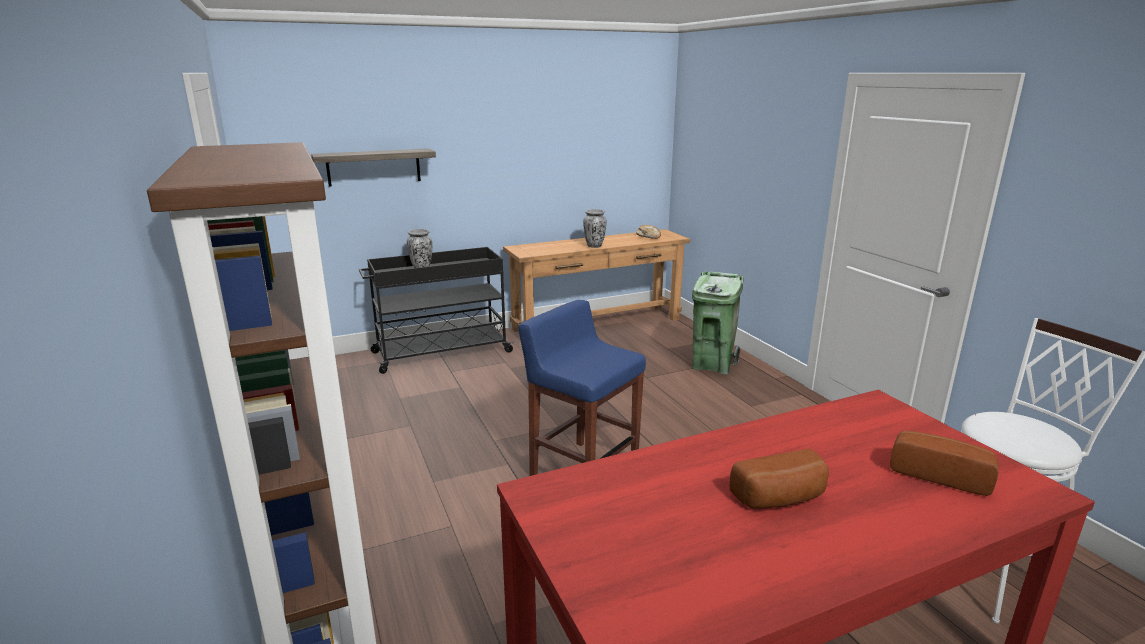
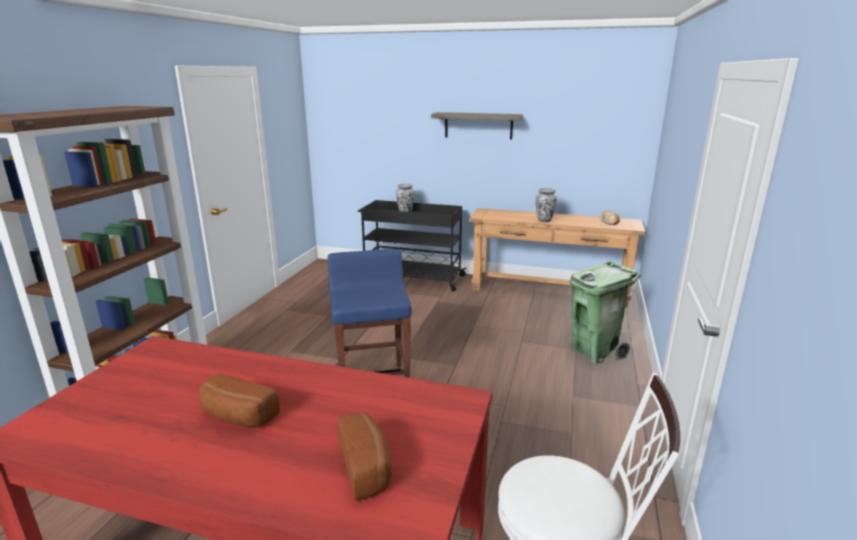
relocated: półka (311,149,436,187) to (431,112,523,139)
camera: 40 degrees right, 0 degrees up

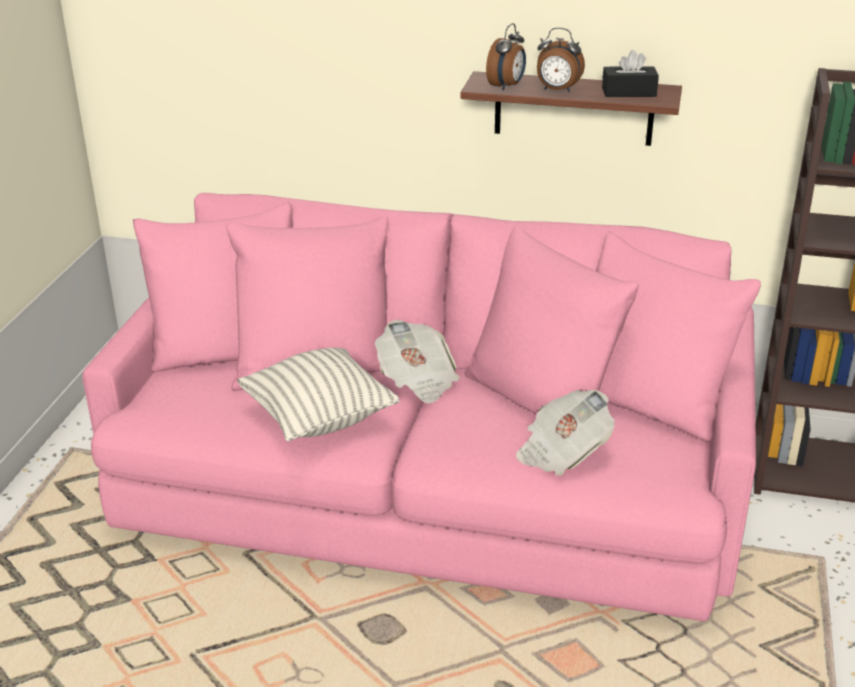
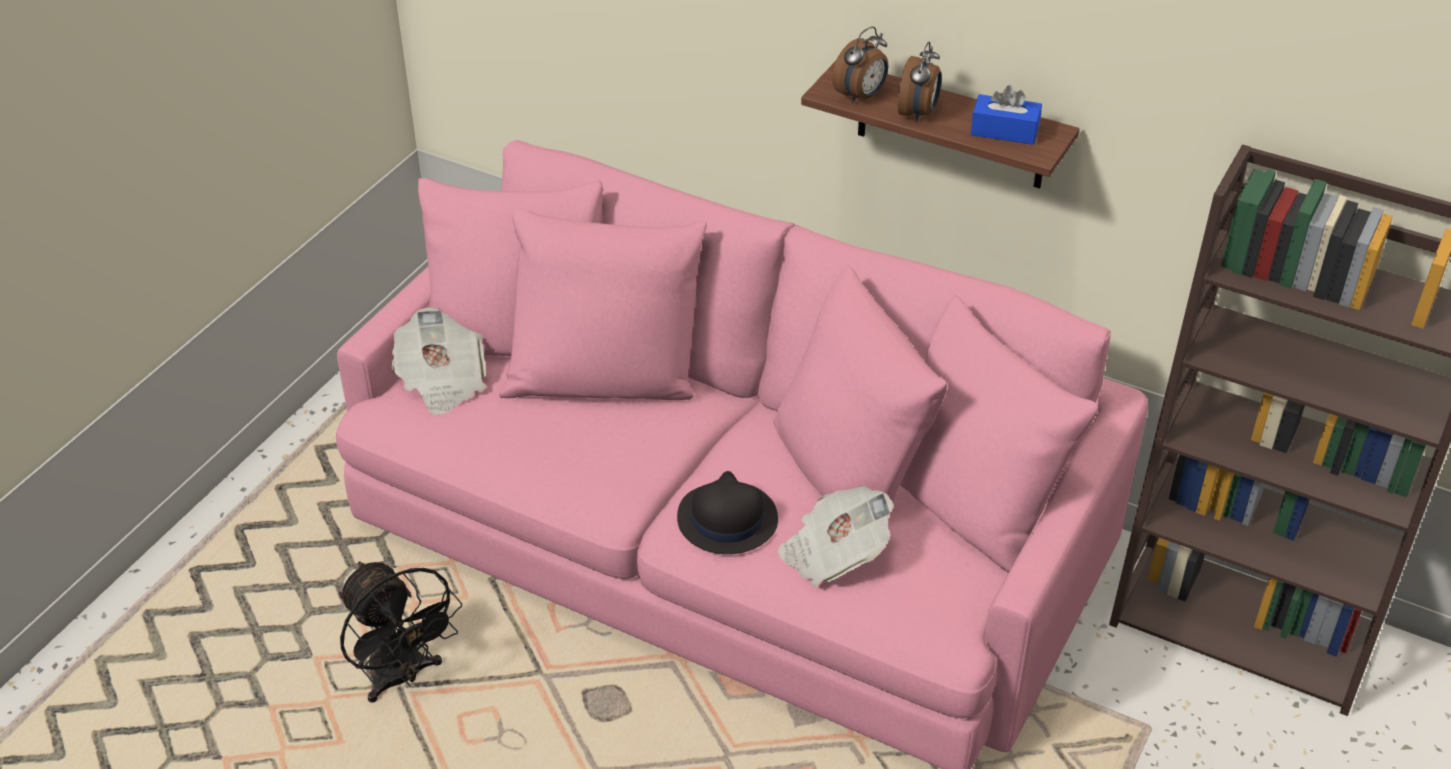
missing: poduszka (237,348,399,442)
appeared: kapelusz (czarny) (677,471,778,554); wentylator (czarny) (339,562,462,703)
relocated: gazeta (375,320,460,404) to (391,307,486,415)
colour: pudełko chusteczek (czarny) (602,50,659,97) to pudełko chusteczek (niebieski) (971,85,1042,145)
spun: budzik (537,28,585,92) = (898,42,942,122) 105 degrees counterclockwise
camera: 15 degrees right, 10 degrees up

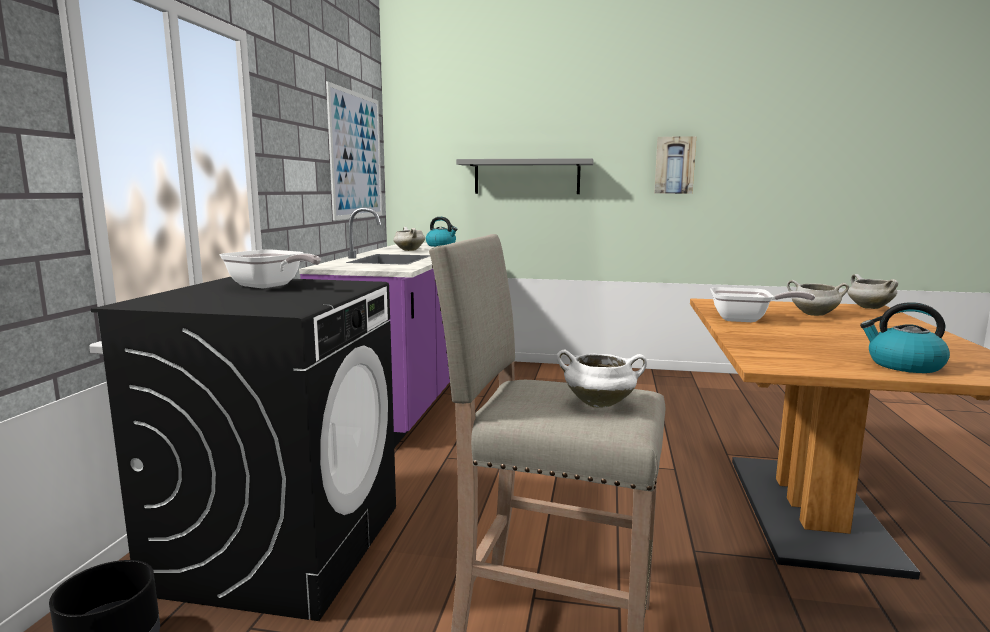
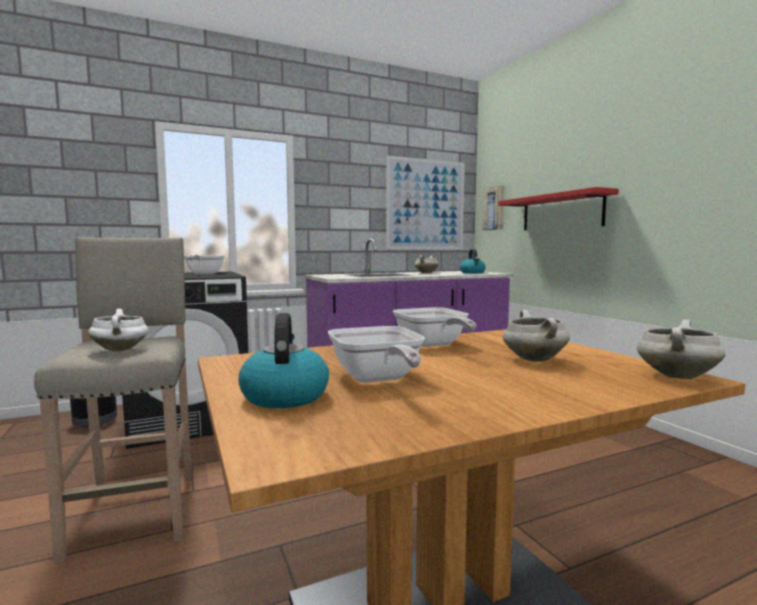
appeared: patelnia (328,326,425,383)
relocated: obraz (654,136,696,194) to (482,185,505,231)
colour: półka (szary) (456,158,594,194) to półka (czerwony) (498,187,619,230)
camera: 55 degrees right, 5 degrees down

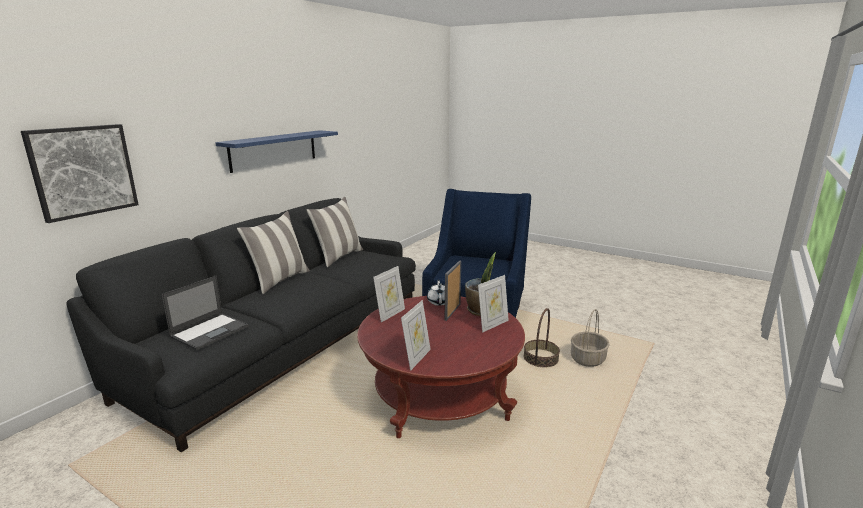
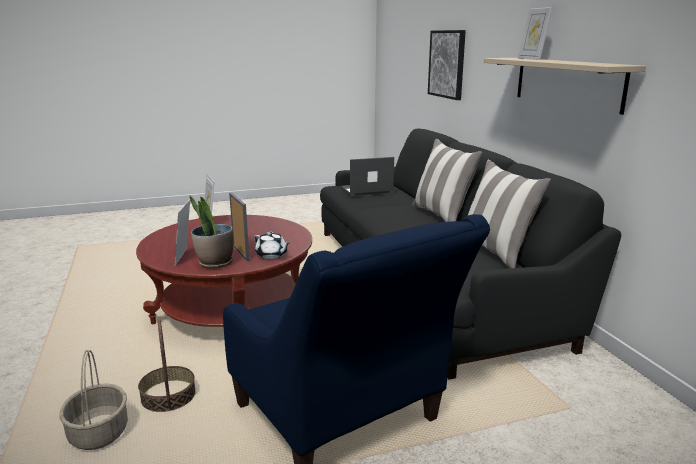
relocated: ramka na zdjęcie (373,266,405,323) to (517,4,554,60)
colour: półka (niebieski) (215,130,338,173) to półka (beżowy) (483,58,646,115)
spun: laptop (161,276,248,350) = (341,157,394,197) 90 degrees clockwise
camera: 130 degrees right, 0 degrees up

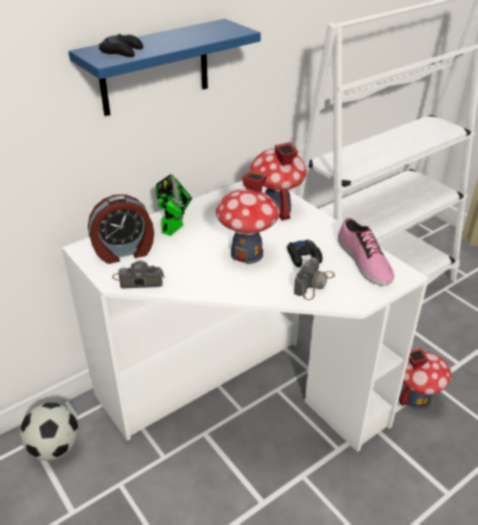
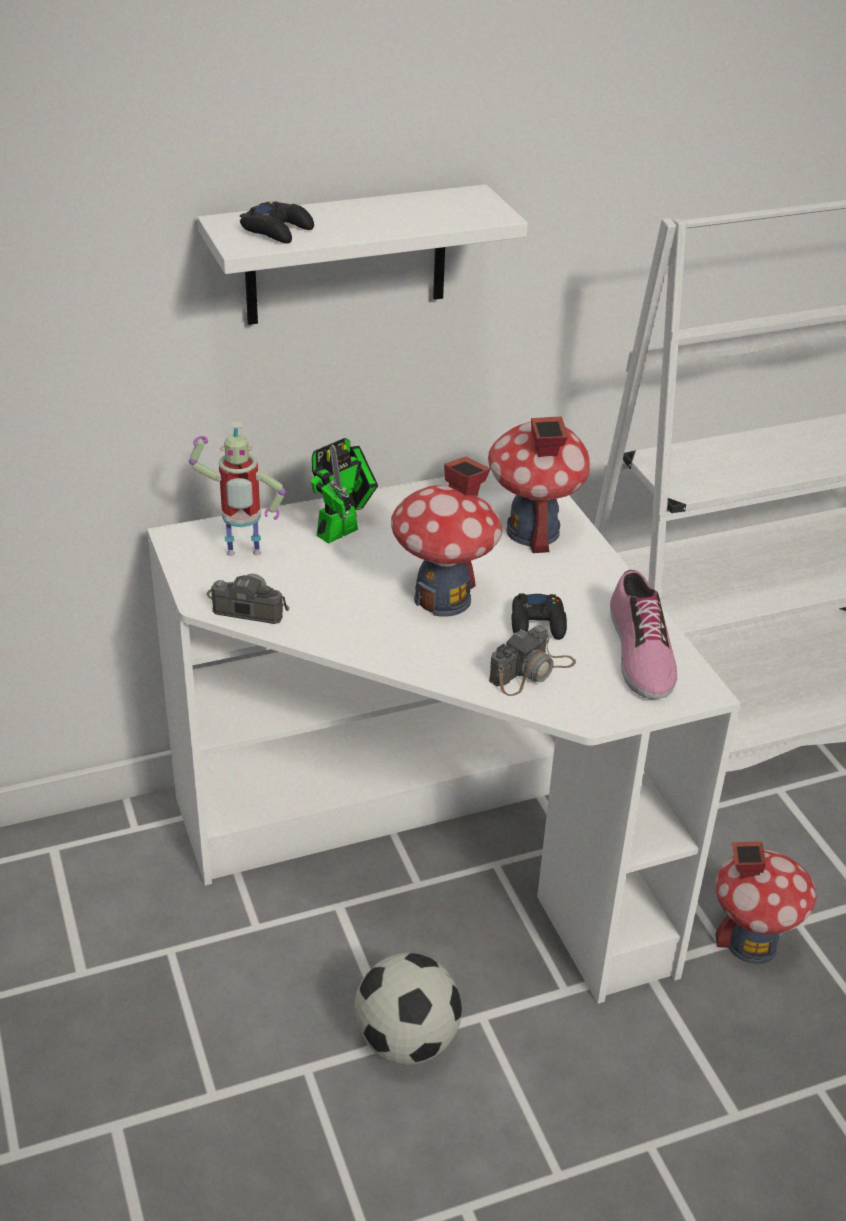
relocated: piłka futbolowa (20,402,78,461) to (354,953,462,1065)
exchanged: budzik (88,195,154,264) to robot zabawkowy (189,422,286,556)
colour: półka (niebieski) (69,19,261,116) to półka (biały) (197,184,528,325)
camera: 15 degrees right, 0 degrees up

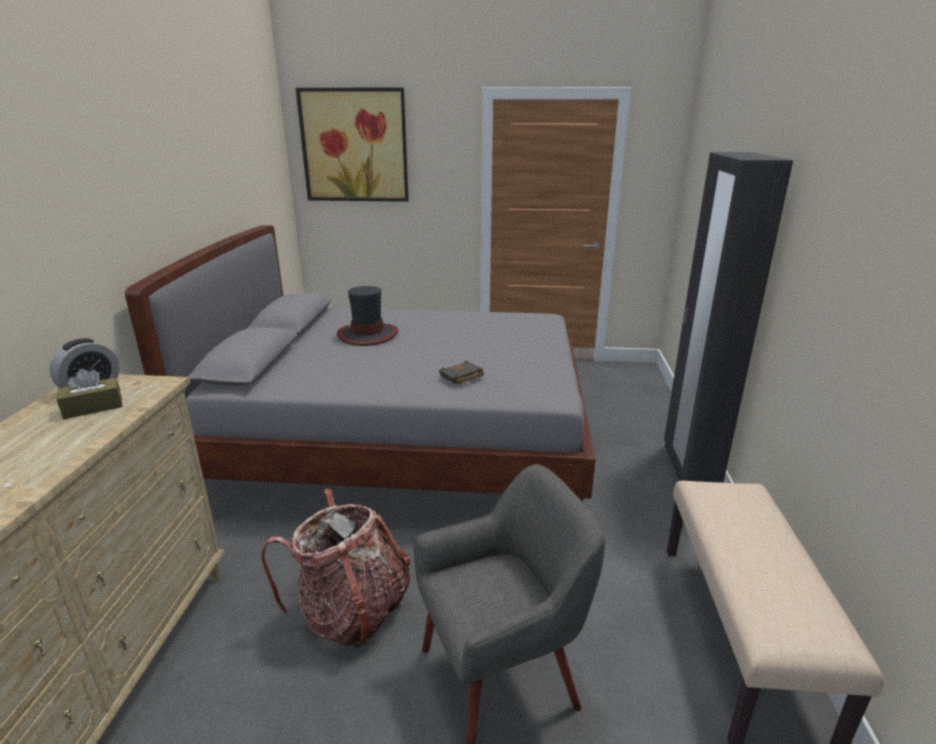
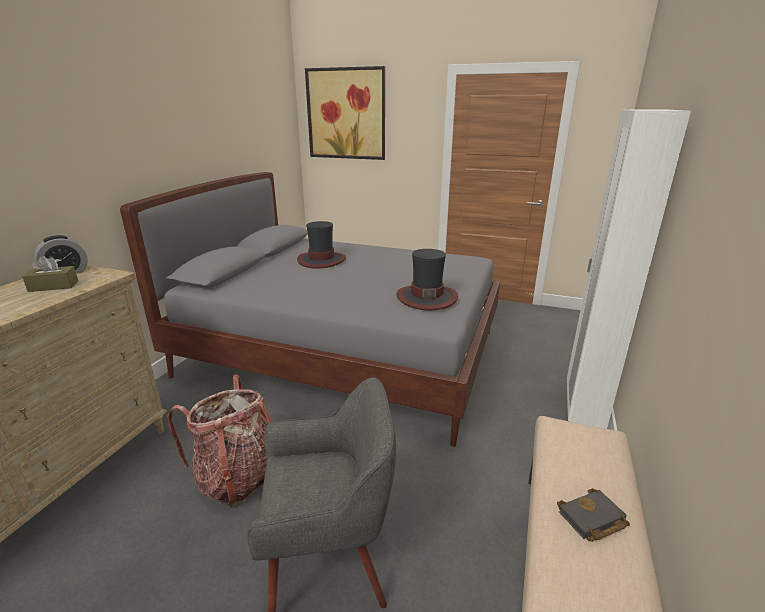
appeared: kapelusz (396,249,458,311)
relocated: książka (czarny) (439,361,484,384) to (557,488,630,542)
colour: szafa (czarny) (664,152,793,483) to szafa (biały) (567,109,691,429)
camera: 15 degrees right, 0 degrees up

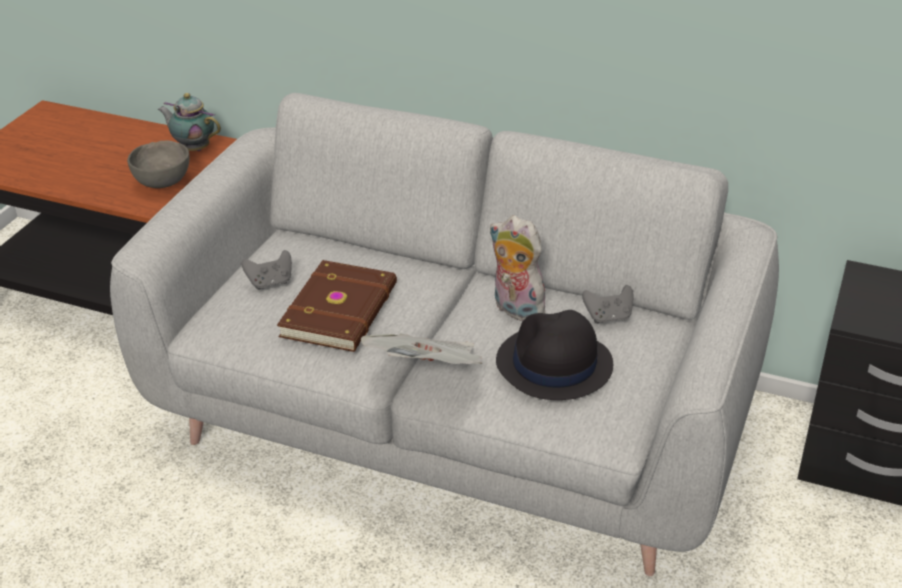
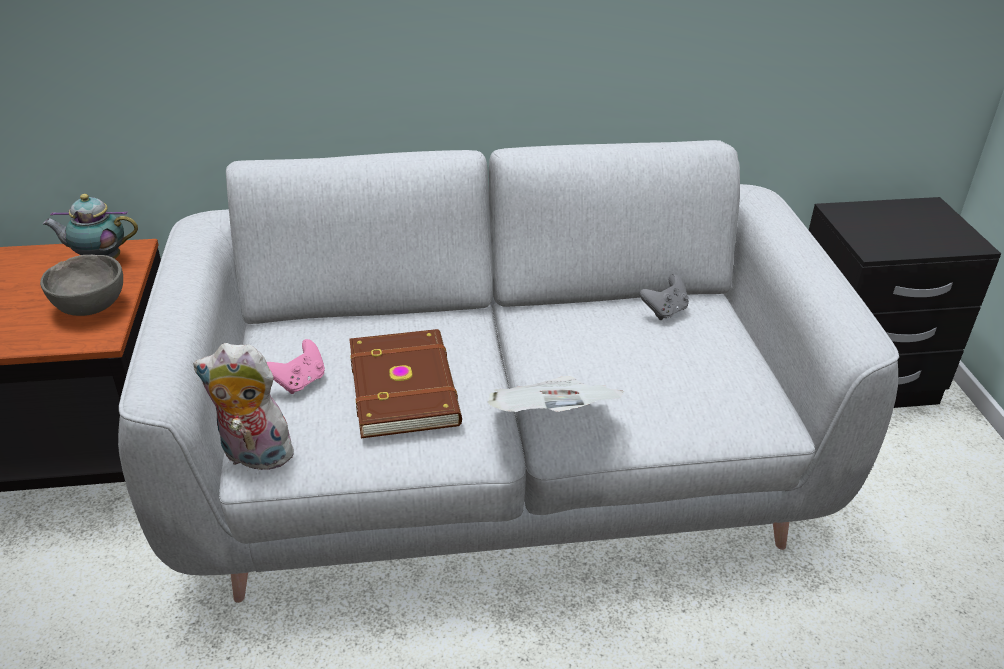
missing: kapelusz (czarny) (496,310,613,400)
relocated: pluszak (489,215,552,321) to (193,343,298,470)
colour: pad do gier (szary) (242,250,292,290) to pad do gier (różowy) (267,339,325,394)
camera: 30 degrees left, 0 degrees up

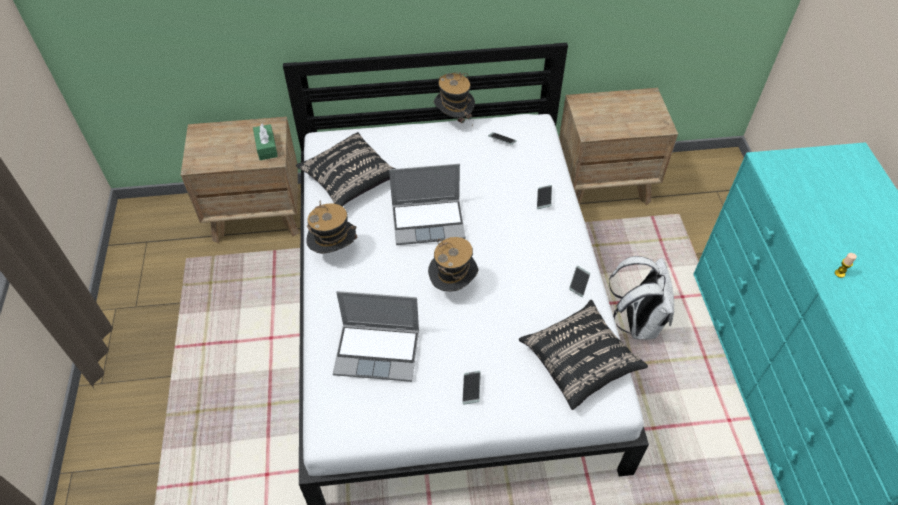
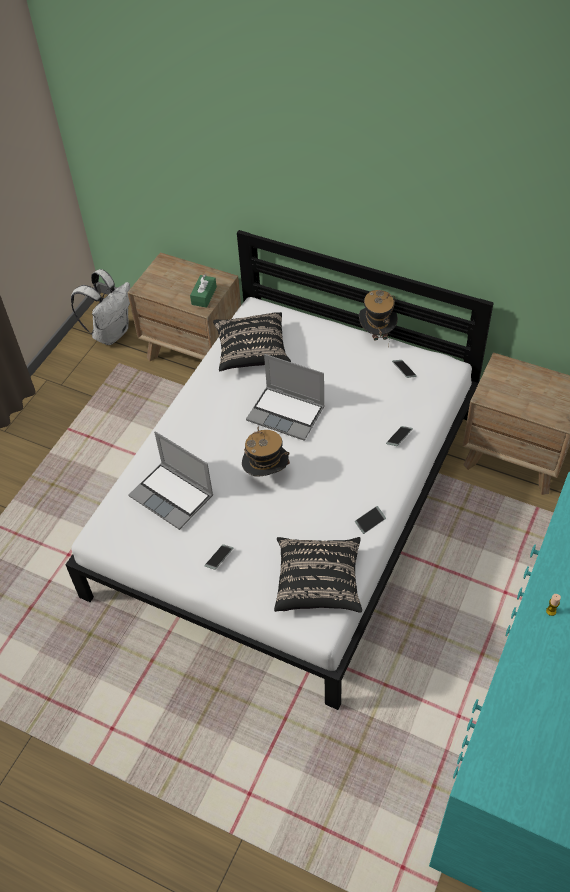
missing: kapelusz (306,201,357,254)
relocated: plecak (biały) (609,256,674,340) to (71,269,130,345)
camera: 35 degrees right, 0 degrees up

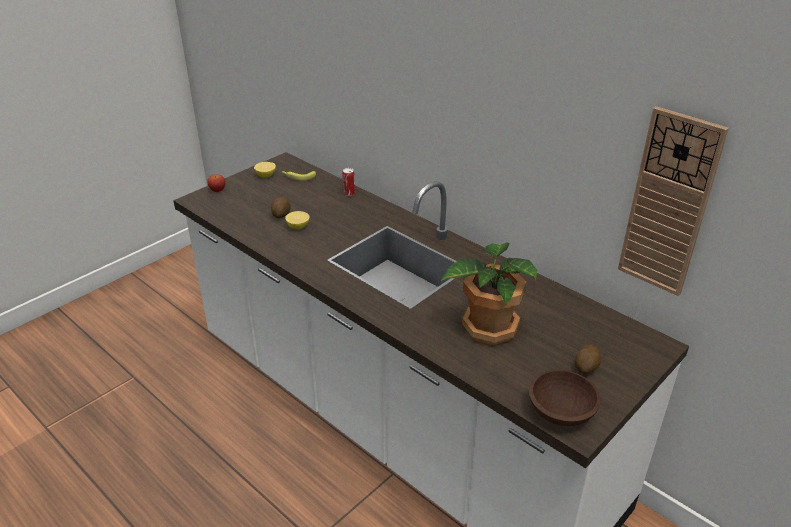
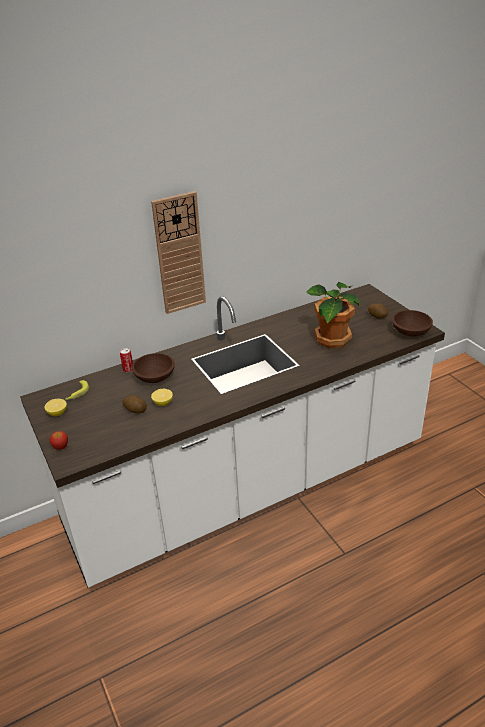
appeared: miska (brązowy) (132,353,175,383)
relocated: zegar ścienny (618,106,729,296) to (151,191,206,314)
camera: 70 degrees left, 0 degrees up

